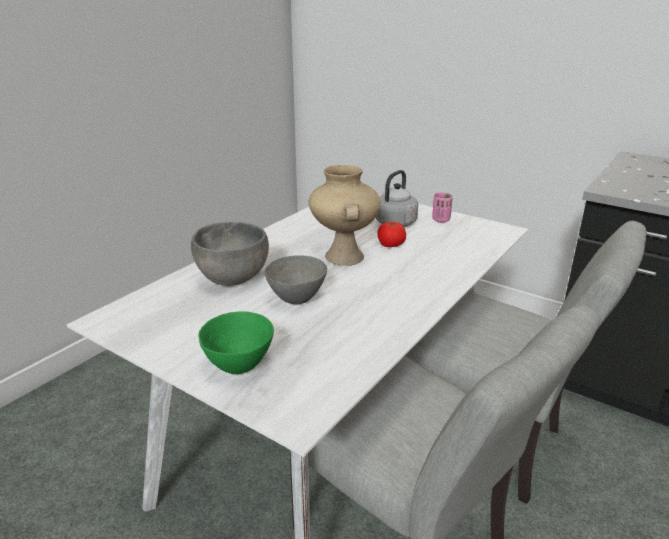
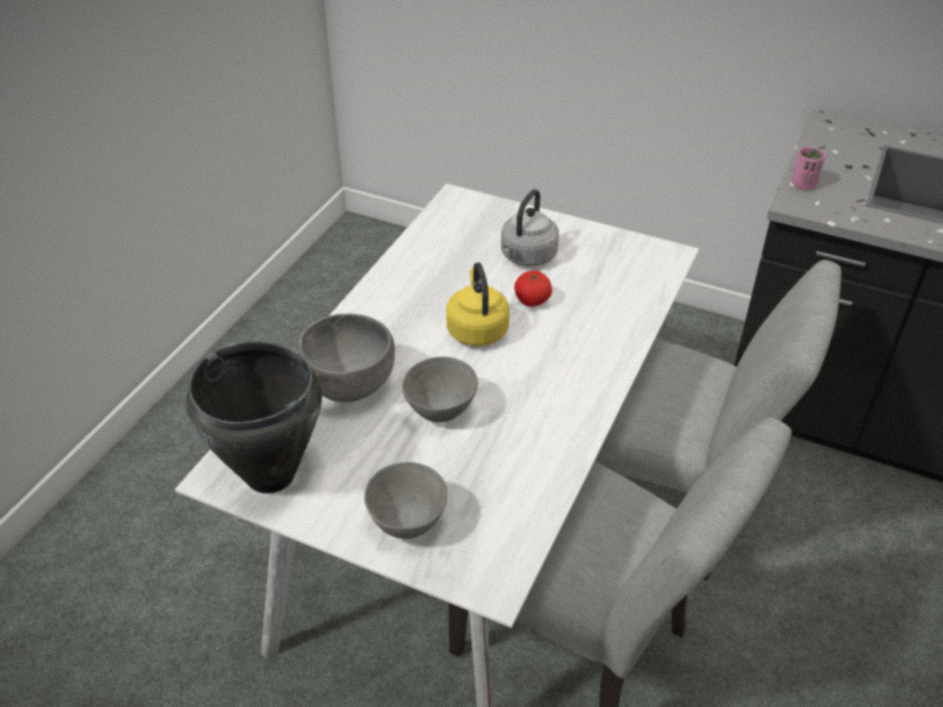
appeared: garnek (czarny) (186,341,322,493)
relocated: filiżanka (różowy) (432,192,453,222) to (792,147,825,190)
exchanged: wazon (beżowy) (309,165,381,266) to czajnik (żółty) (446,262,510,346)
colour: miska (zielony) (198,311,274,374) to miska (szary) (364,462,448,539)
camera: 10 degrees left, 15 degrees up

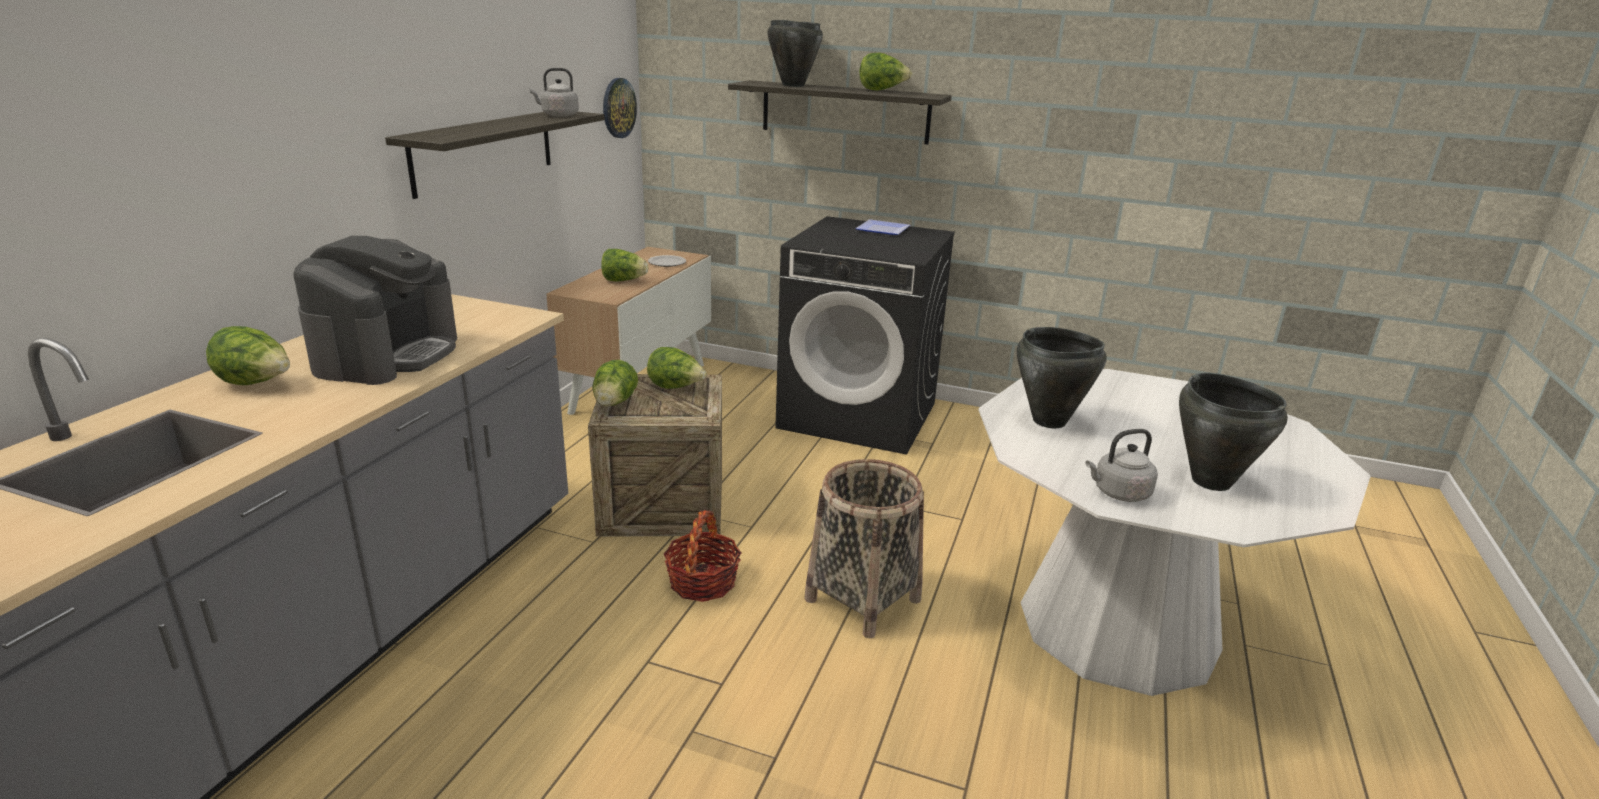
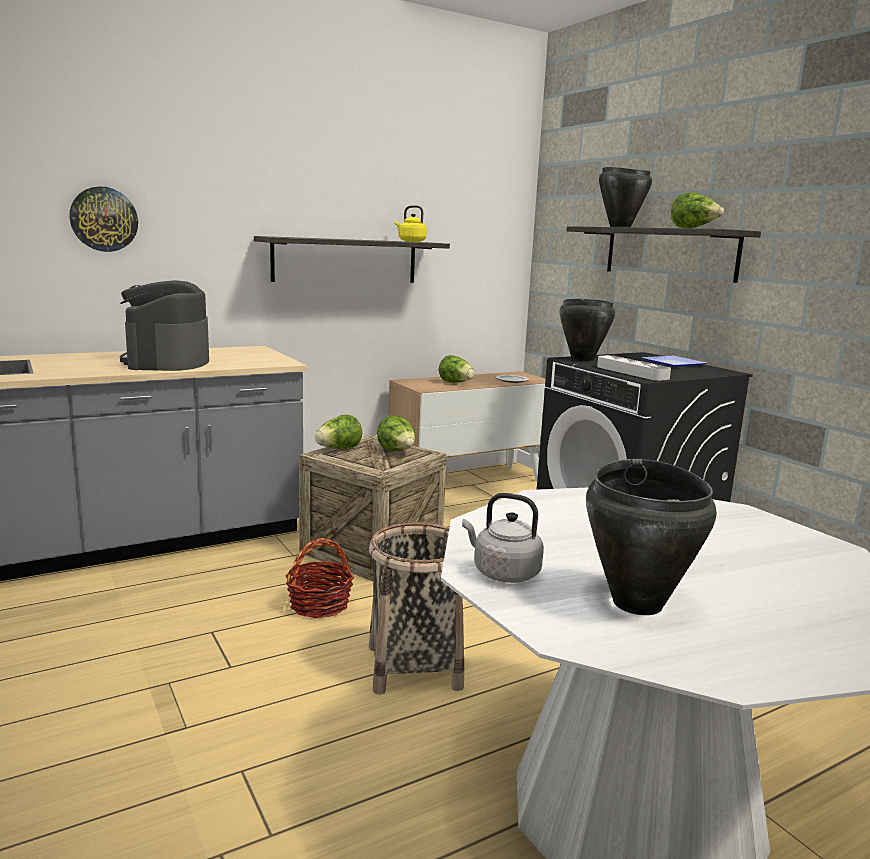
missing: sałata (206,326,290,385)
appeared: taca (szary) (597,355,671,381)
relocated: zegar ścienny (603,78,637,138) to (69,186,138,252); garnek (czarny) (1017,327,1107,428) to (559,299,615,361)
colour: czajnik (szary) (530,68,579,117) to czajnik (żółty) (395,205,427,242)
spun: ekspres do kawy (293,236,457,385) = (120,280,209,371) 120 degrees clockwise
camera: 40 degrees right, 10 degrees down

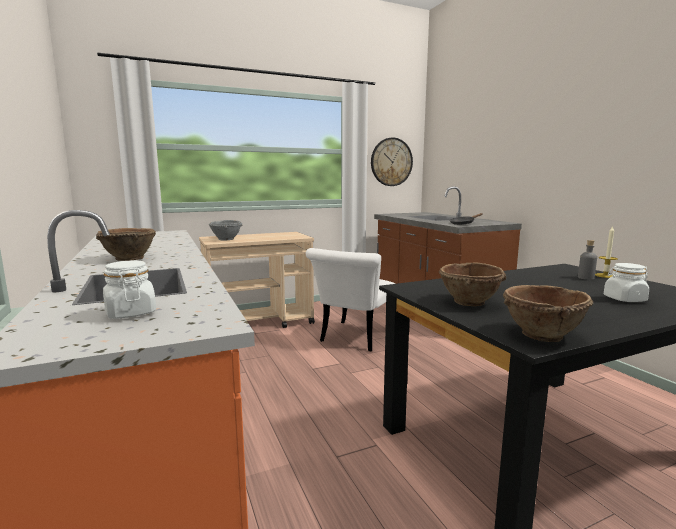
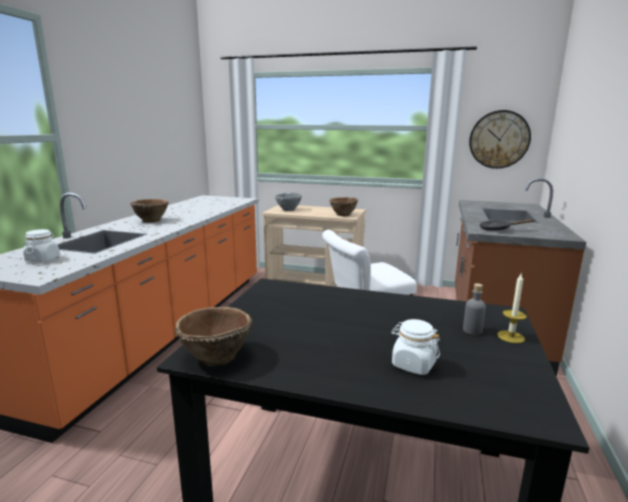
relocated: miska (brązowy) (439,262,506,306) to (329,197,358,216)
camera: 40 degrees right, 5 degrees up

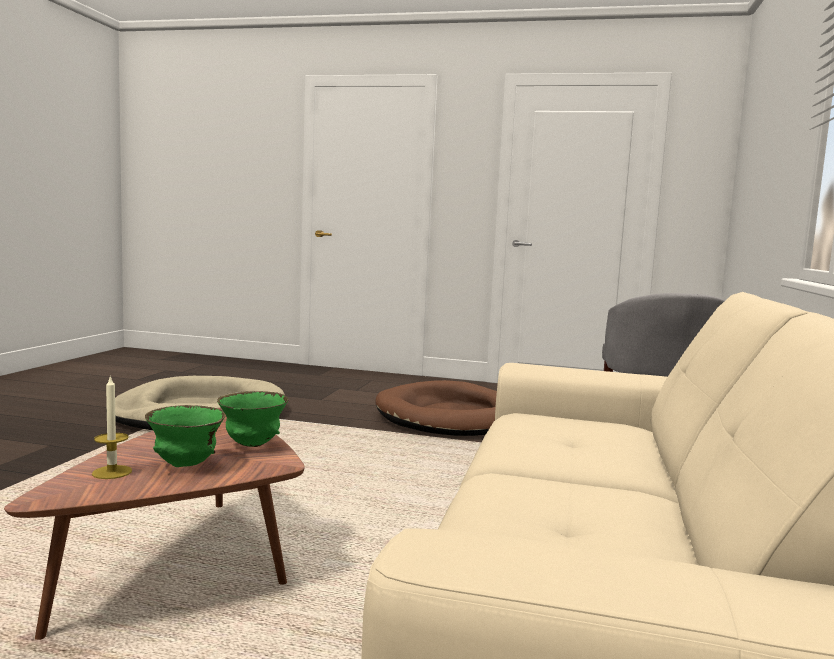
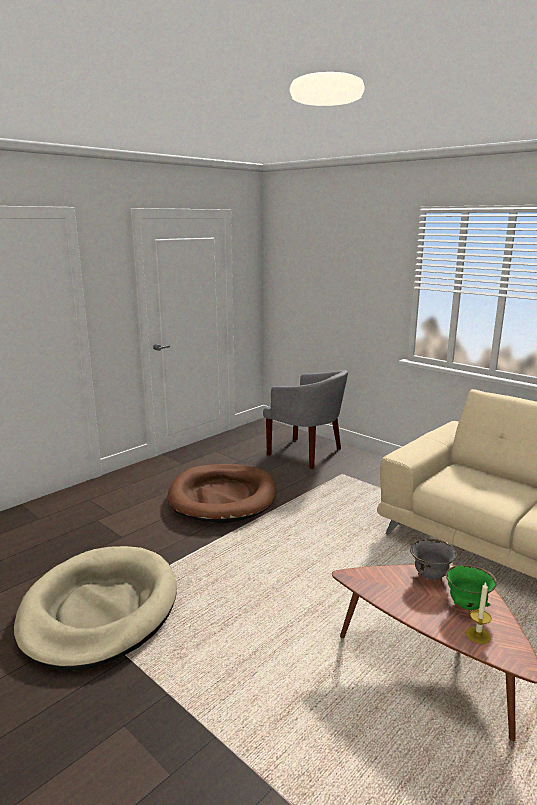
colour: miska (zielony) (217,391,289,447) to miska (szary) (410,539,457,580)
camera: 60 degrees left, 10 degrees up

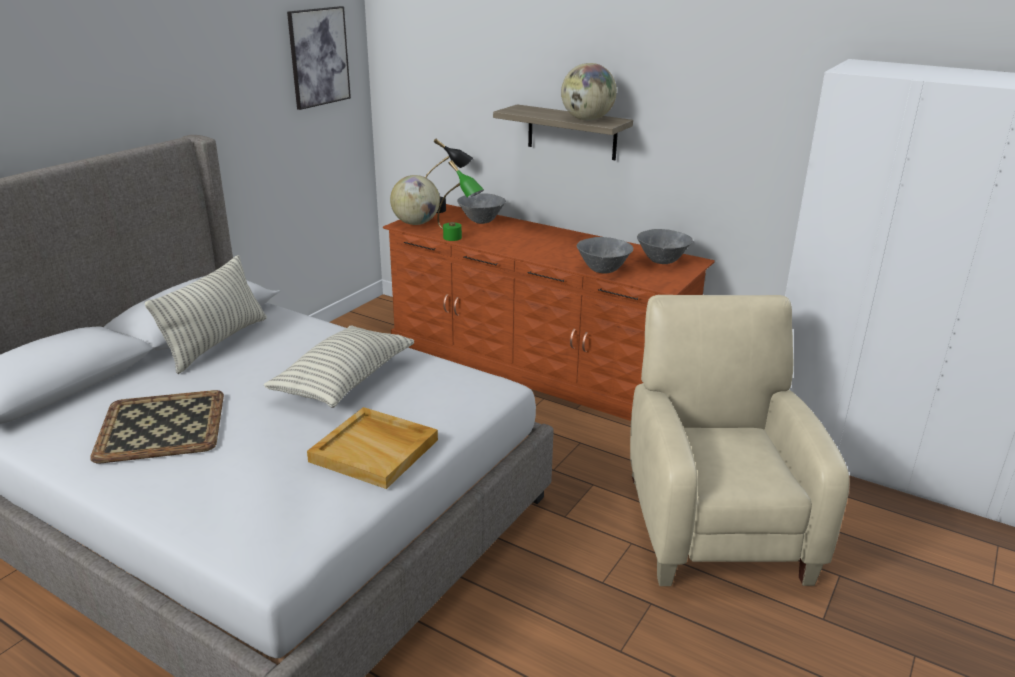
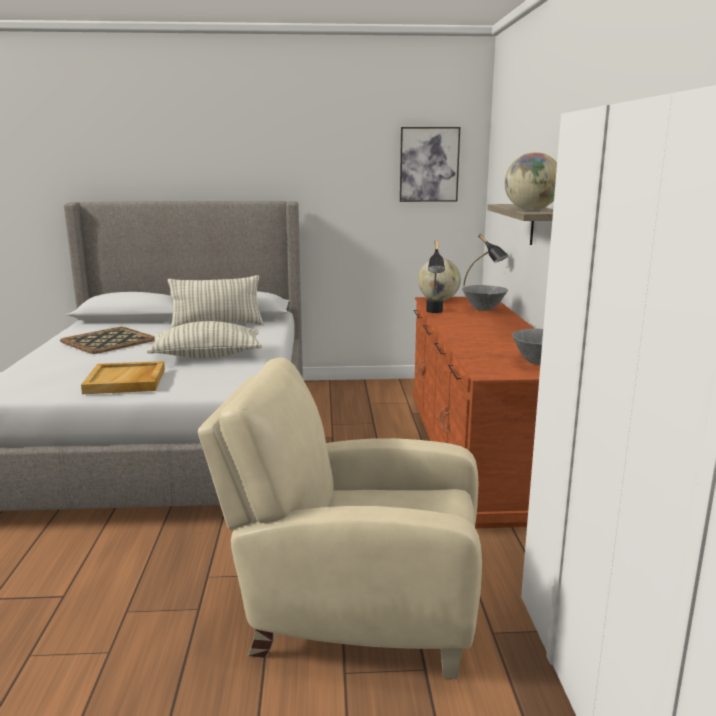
missing: miska (szary) (577,237,633,274)
colour: lampa stołowa (zielony) (437,160,484,241) to lampa stołowa (czarny) (426,240,445,313)
spun: fotel (beżowy) (630,295,850,586) = (198,358,482,679) 135 degrees counterclockwise
camera: 55 degrees right, 10 degrees down

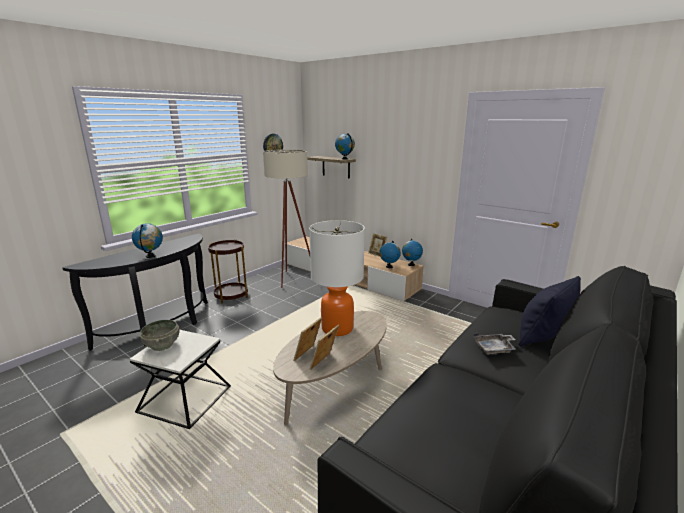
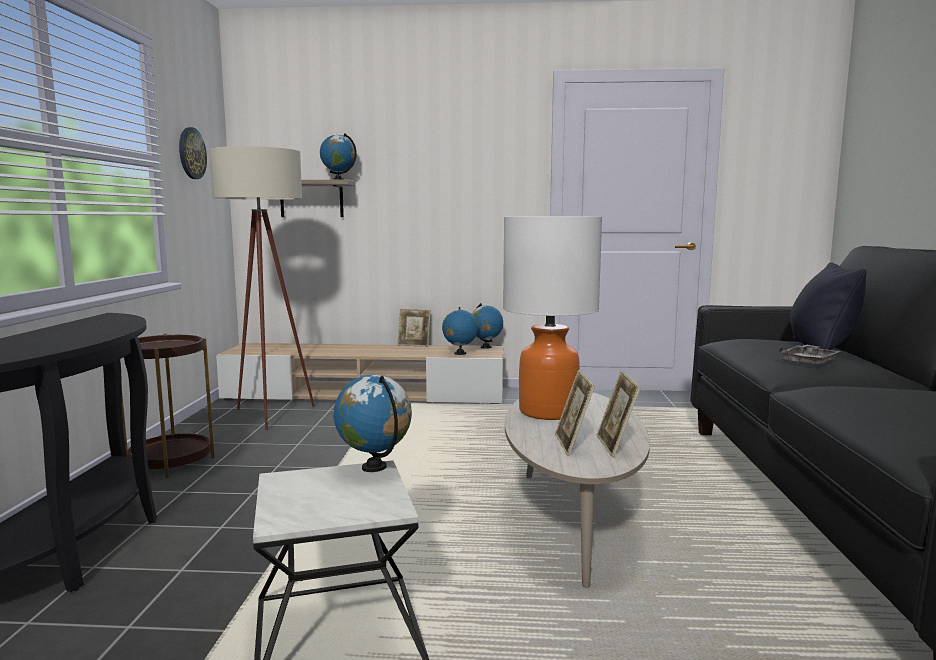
missing: miska (szary) (140,320,179,351)
relocated: globus (132,224,163,258) to (334,375,412,472)
camera: 35 degrees left, 10 degrees down

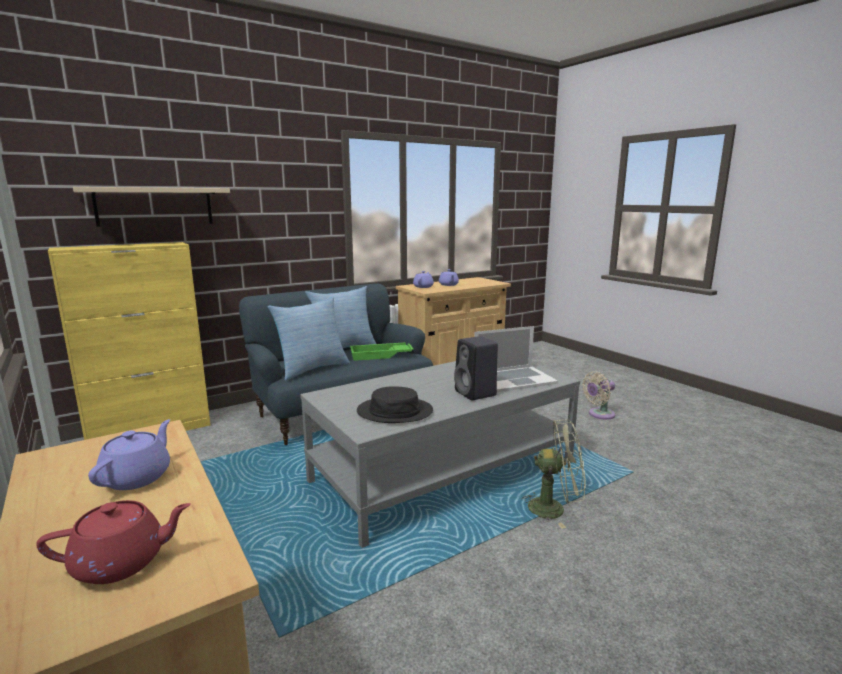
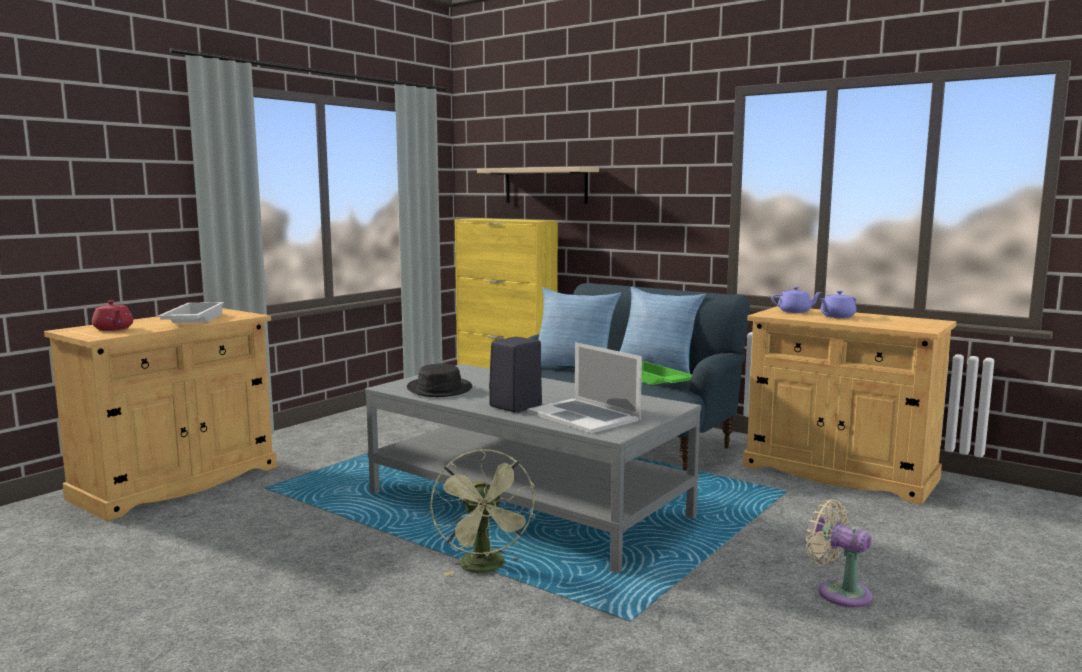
exchanged: imbryk (fioletowy) (88,419,170,490) to taca (biały) (157,302,224,323)
camera: 70 degrees right, 5 degrees down

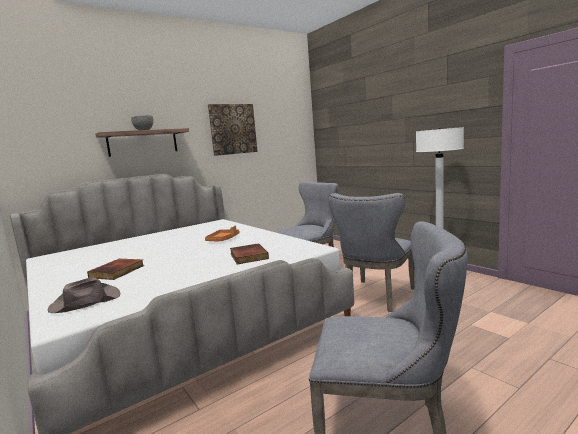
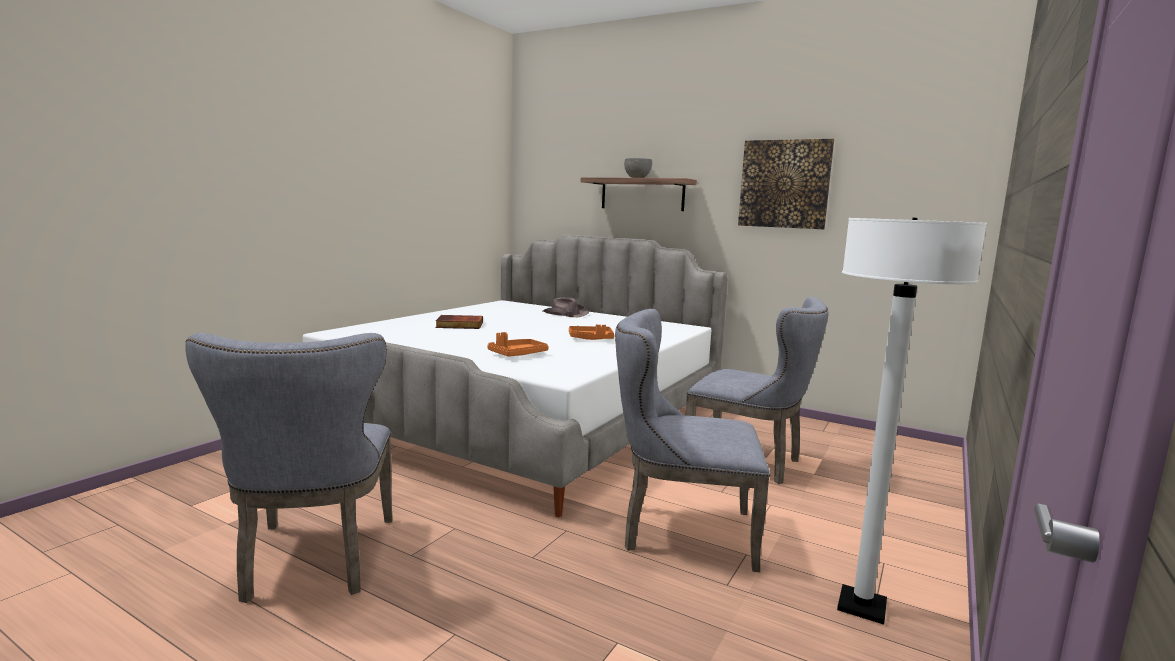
relocated: kapelusz (brązowy) (48,277,120,313) to (543,297,589,318)
exchanged: książka (230,243,269,264) to taca (pomarańczowy) (488,332,548,357)
camera: 65 degrees right, 0 degrees up

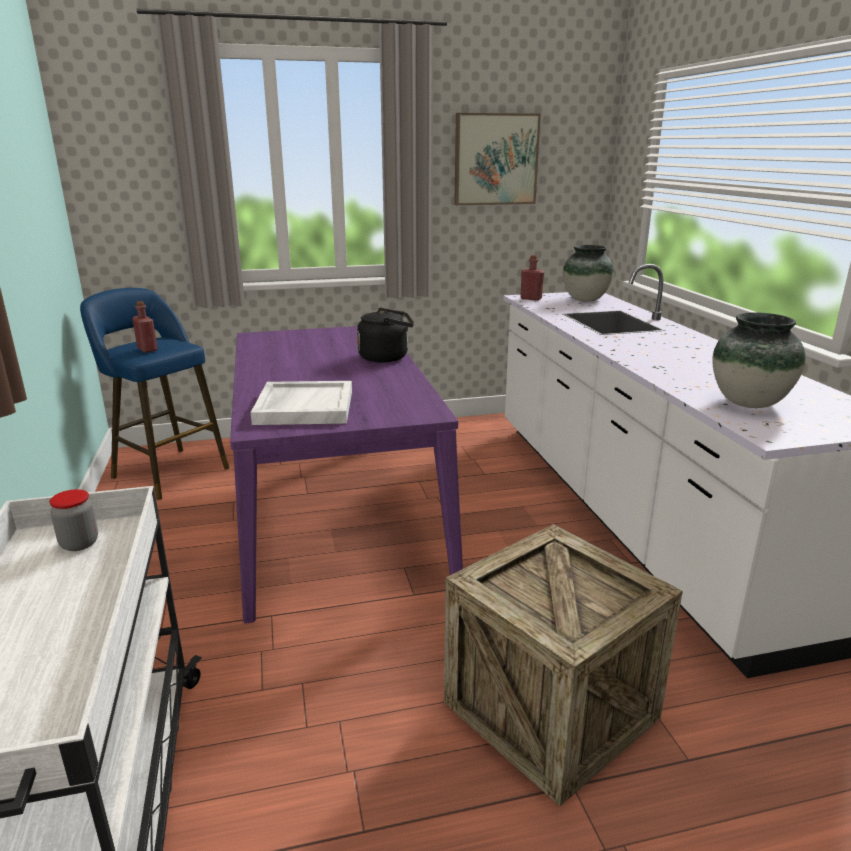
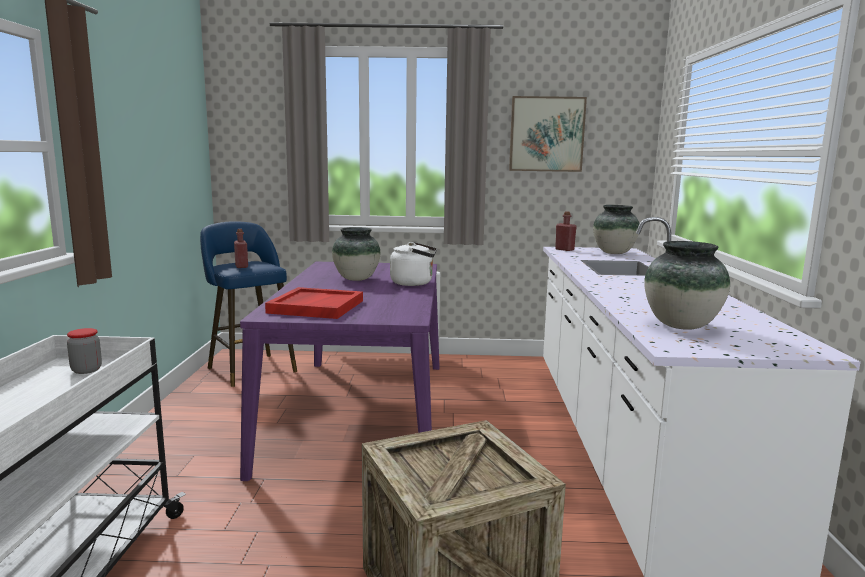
appeared: wazon (332,227,380,281)
colour: czajnik (czarny) (357,308,414,362) to czajnik (biały) (390,242,437,286); taca (biały) (251,381,352,425) to taca (czerwony) (265,287,363,319)
camera: 15 degrees right, 10 degrees down

